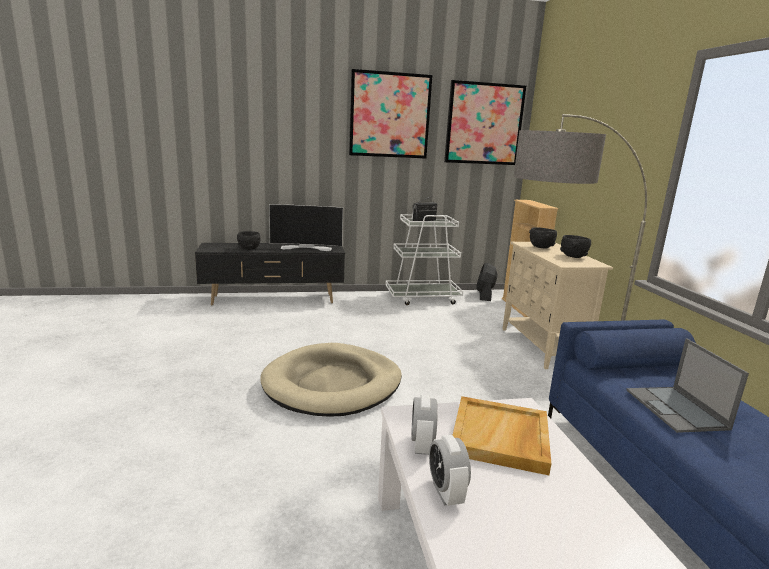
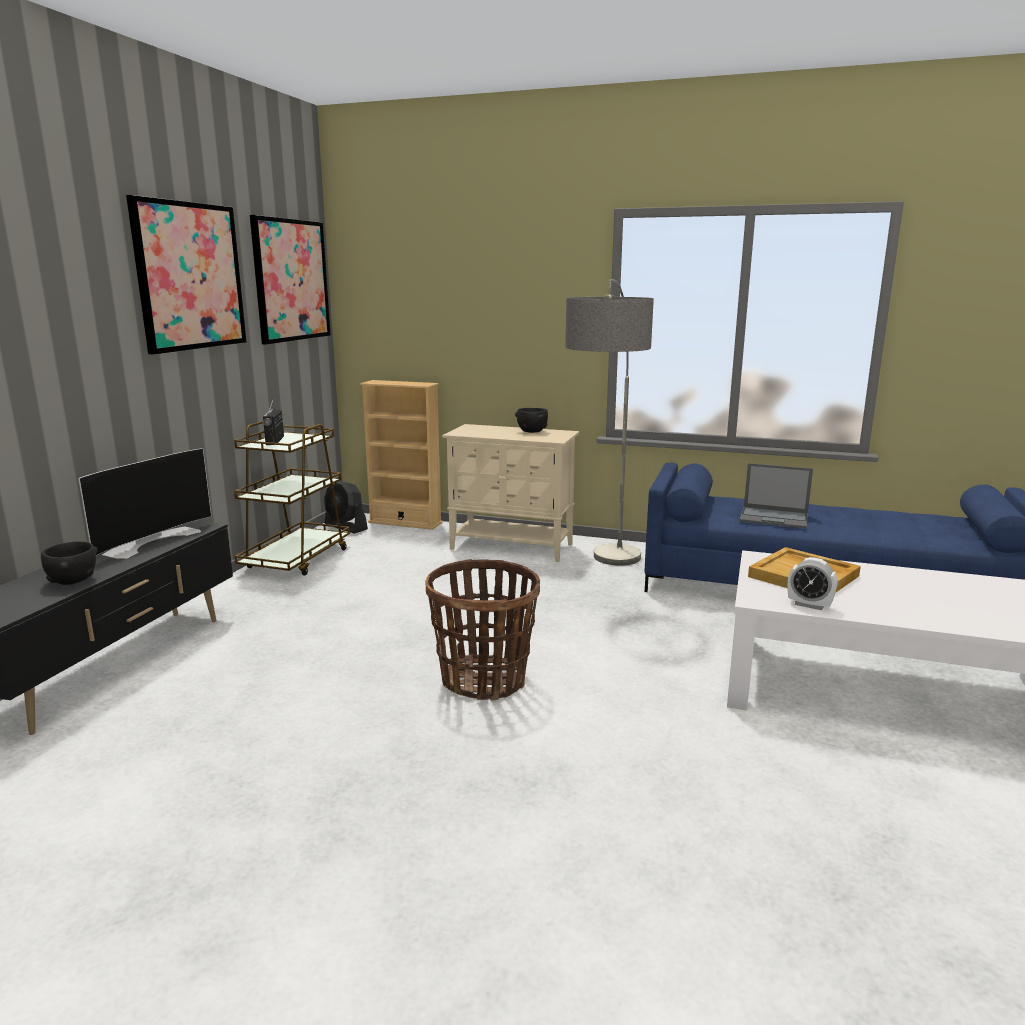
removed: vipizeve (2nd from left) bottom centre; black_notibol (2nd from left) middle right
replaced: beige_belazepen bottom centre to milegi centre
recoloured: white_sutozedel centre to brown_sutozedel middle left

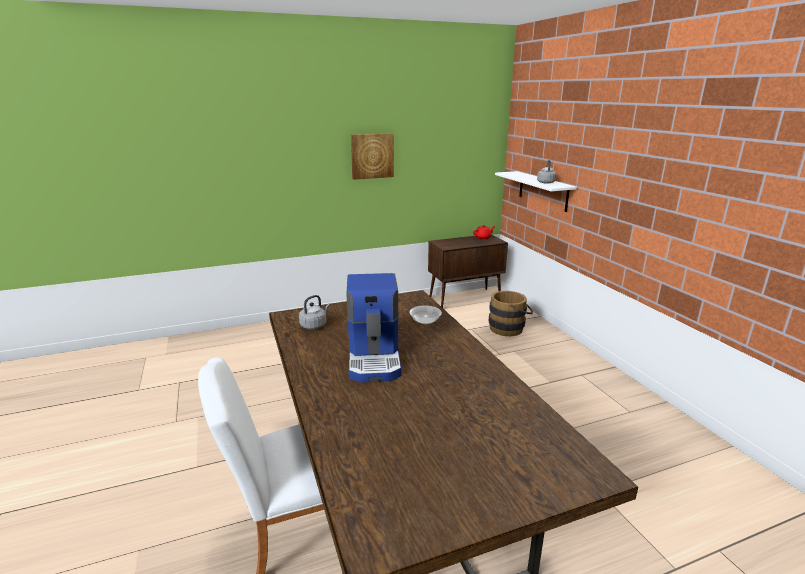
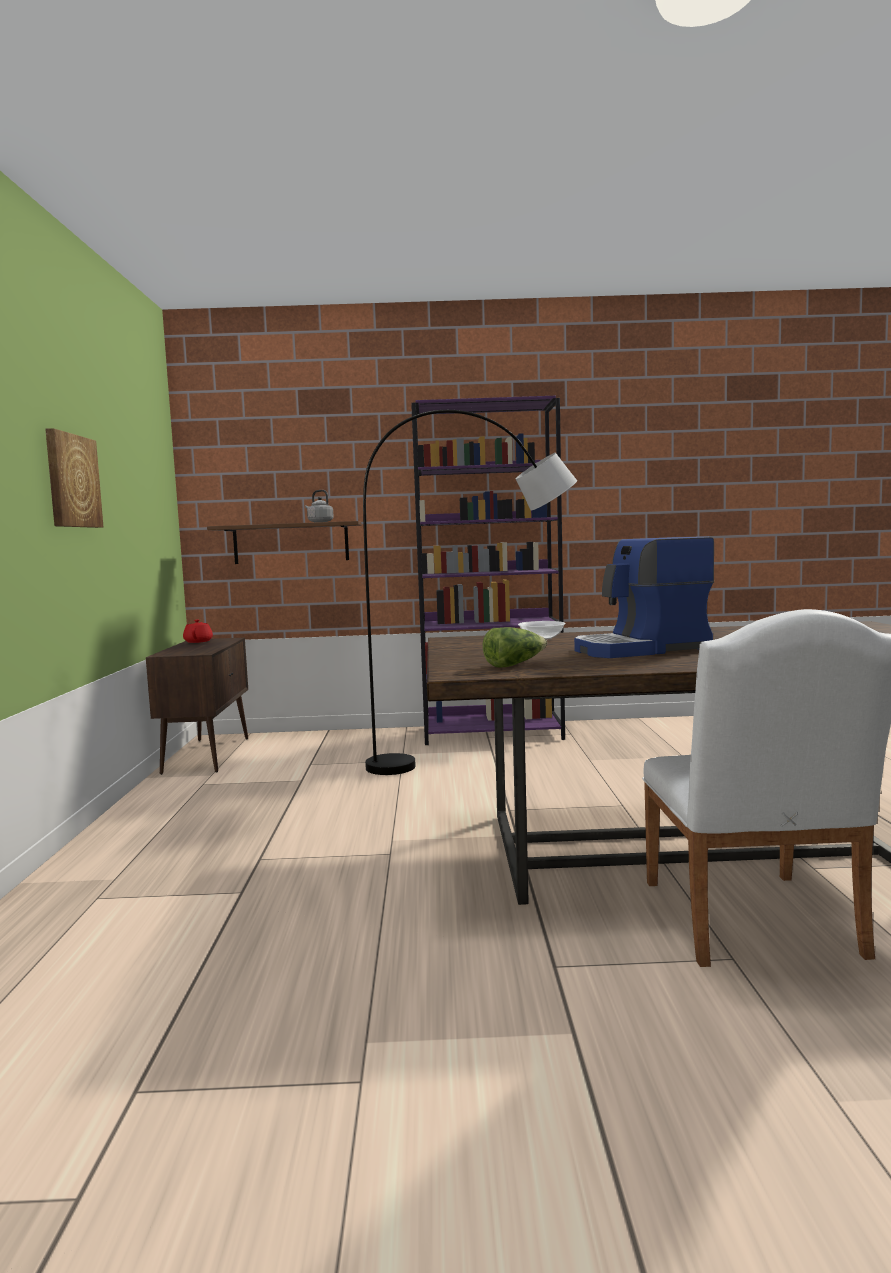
removed: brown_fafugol centre
added: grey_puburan centre; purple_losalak centre
replaced: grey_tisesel (1st from left) centre to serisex centre
recoloured: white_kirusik top centre to brown_kirusik middle left
turned: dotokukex centre = middle right 150 degrees clockwise

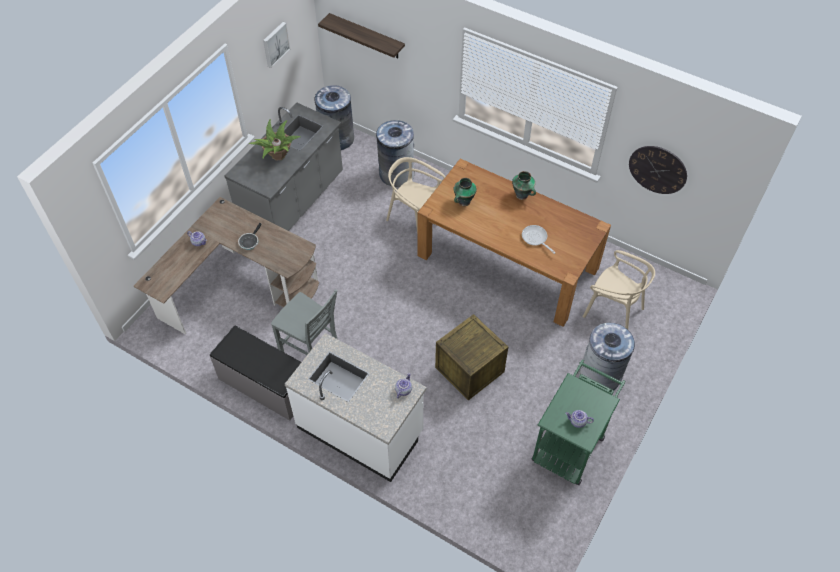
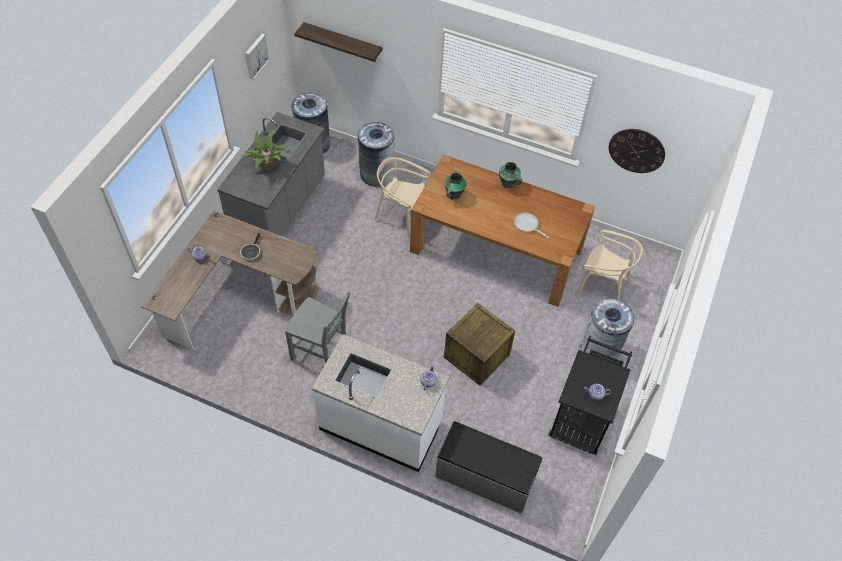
moved: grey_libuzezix middle left to bottom centre
recoloured: green_sutozedel bottom right to black_sutozedel bottom right

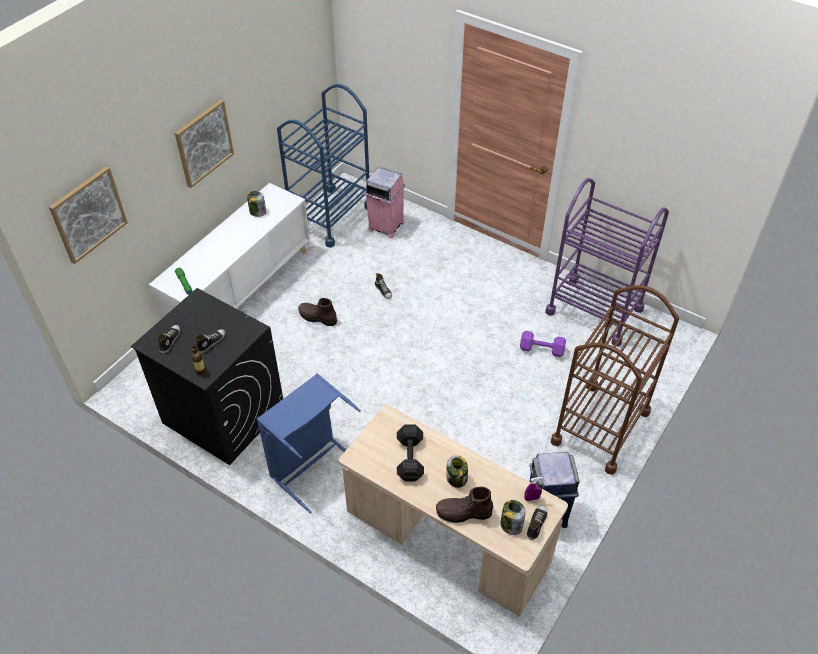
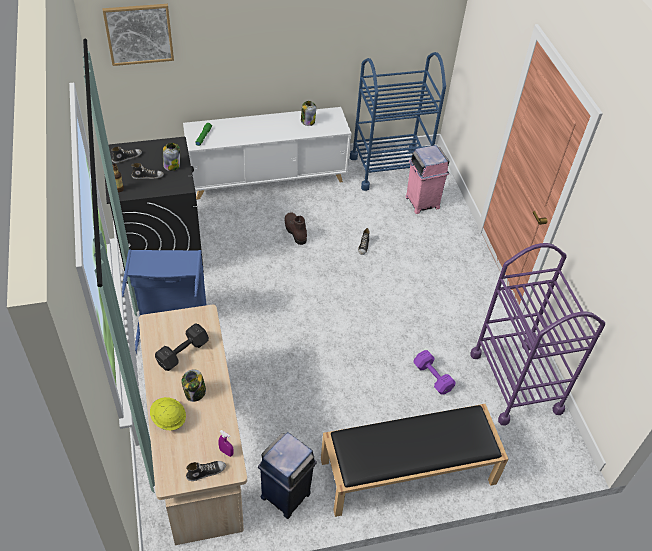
removed: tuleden (2nd from left) top left
moved: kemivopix (3rd from left in the first image) bottom centre to kemivopix (1st from left) top left
replaced: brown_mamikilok (2nd from left) bottom centre to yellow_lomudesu bottom left; brown_sutozedel middle right to black_libuzezix bottom centre

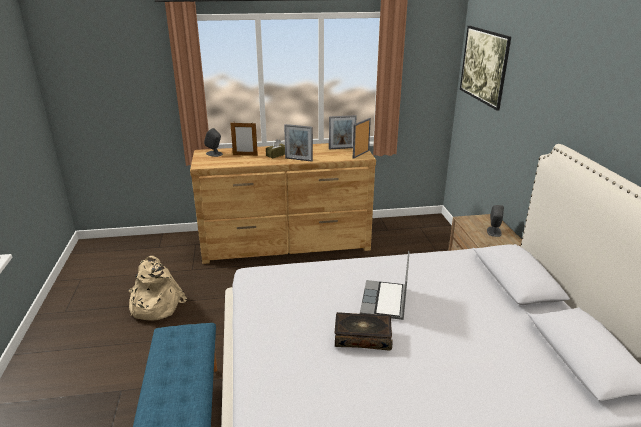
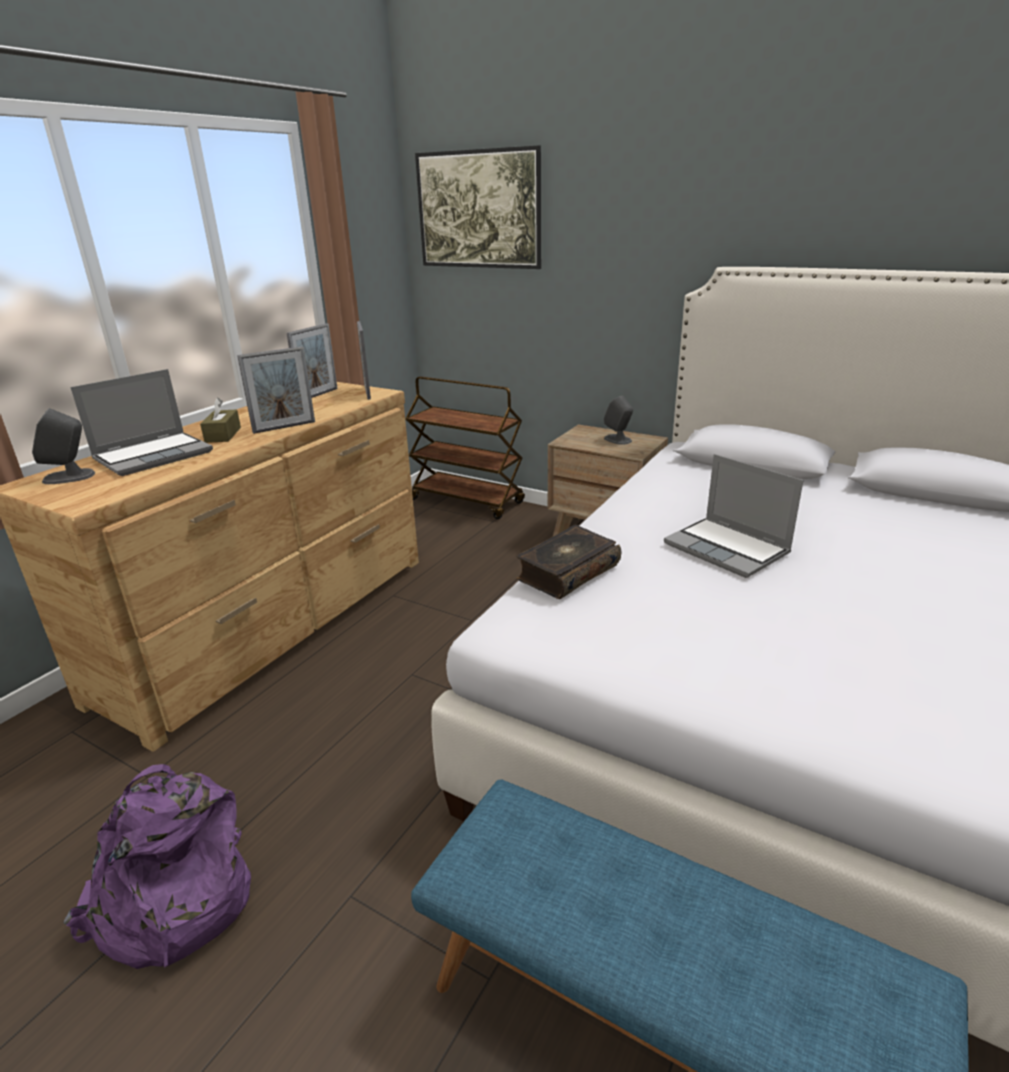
added: brown_sutozedel centre
moved: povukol bottom centre to centre
replaced: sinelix (1st from left) top centre to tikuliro (1st from left) middle left
recoloured: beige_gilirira bottom left to purple_gilirira bottom left

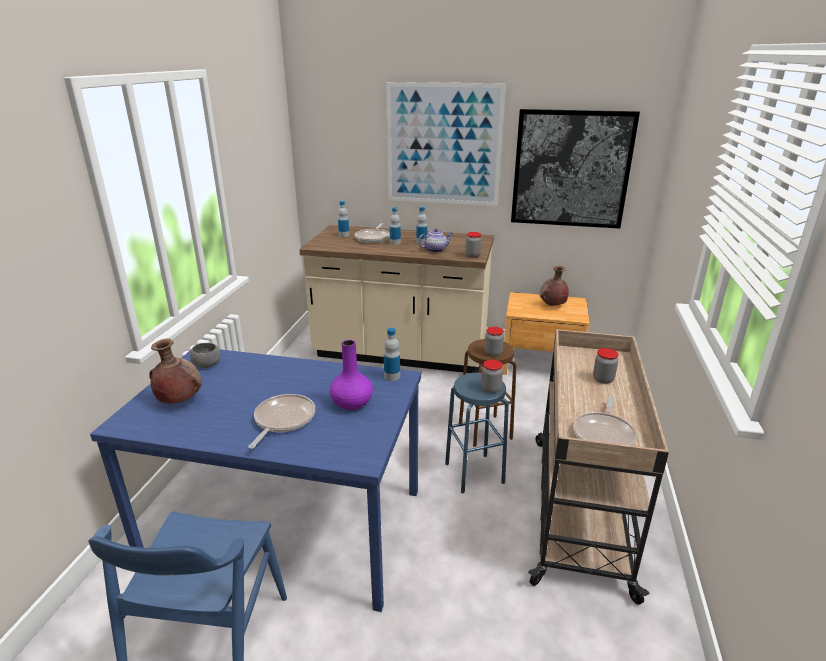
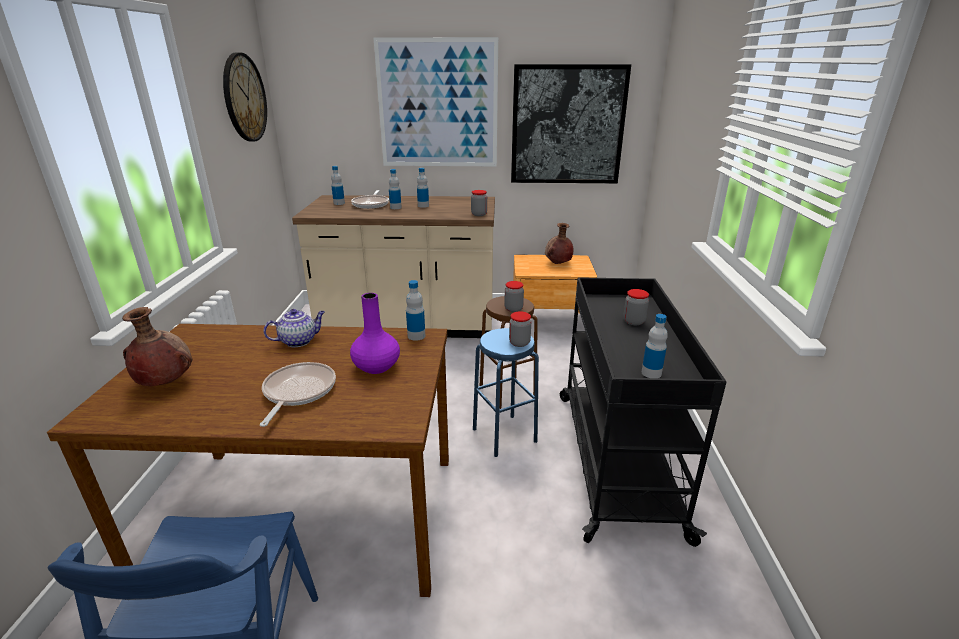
removed: grey_notibol middle left
added: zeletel top left
moved: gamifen centre to middle left
replaced: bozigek (3rd from left) middle right to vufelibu (5th from left) middle right
recoloured: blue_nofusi bottom left to brown_nofusi bottom left; beige_sutozedel bottom right to black_sutozedel middle right

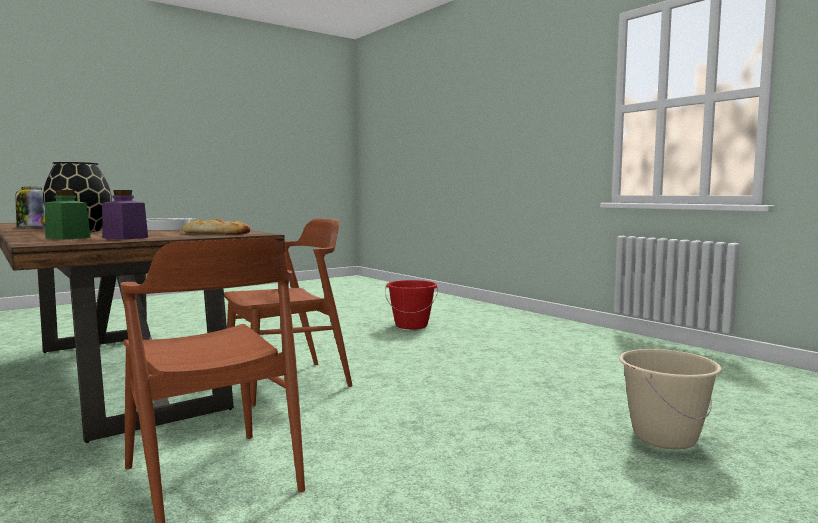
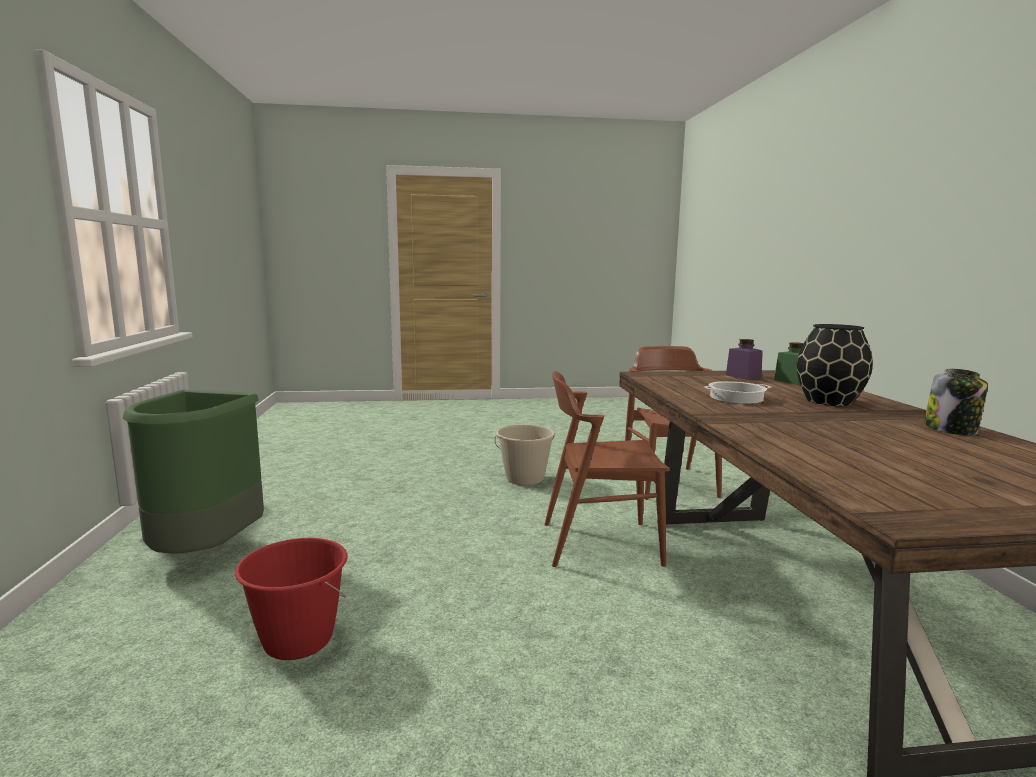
removed: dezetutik middle left
added: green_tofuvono middle left
moved: beige_fafugol bottom right to centre

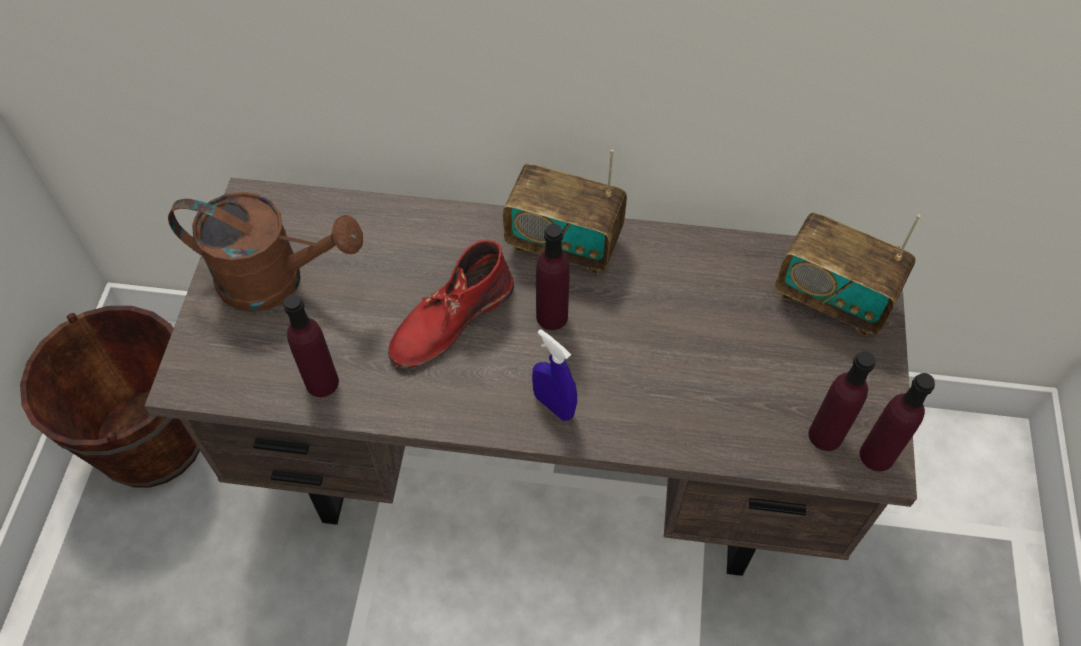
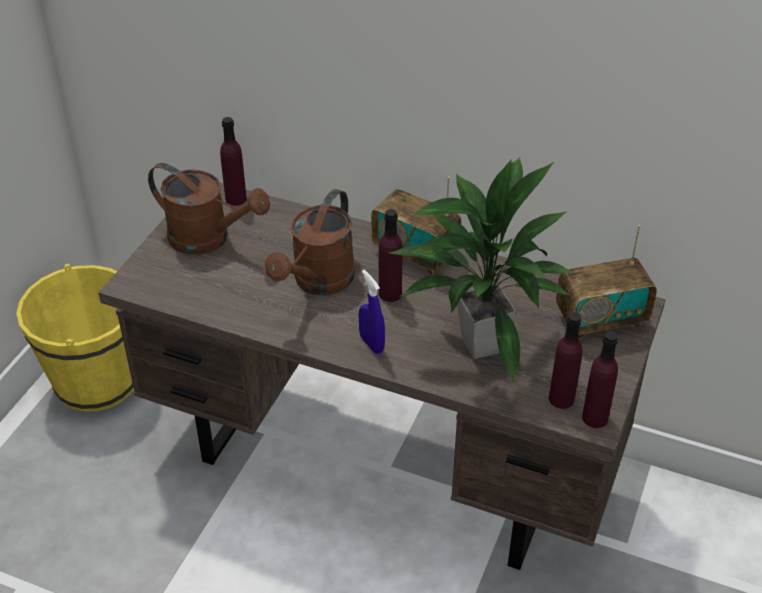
added: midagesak centre
moved: purple_vufelibu (1st from left) middle left to top left
replaced: red_mamikilok centre to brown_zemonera (2nd from left) centre
recoloured: brown_fafugol middle left to yellow_fafugol middle left
turned: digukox (2nd from left) middle right = middle right 60 degrees counterclockwise

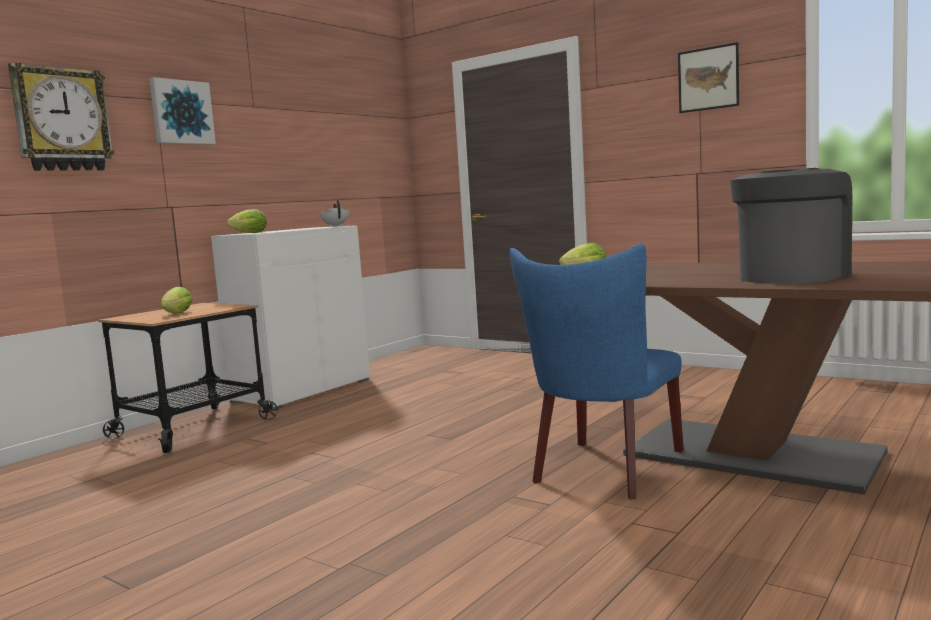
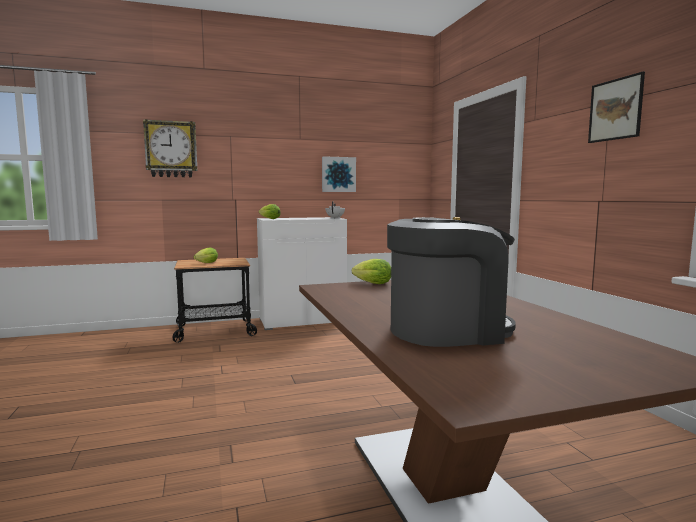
removed: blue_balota centre
moved: tuleden (1st from left) top left to centre

